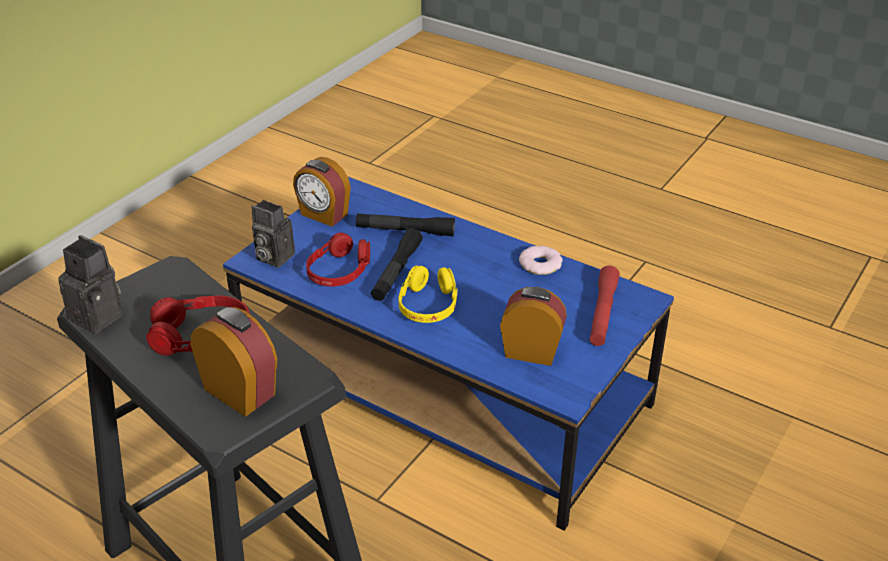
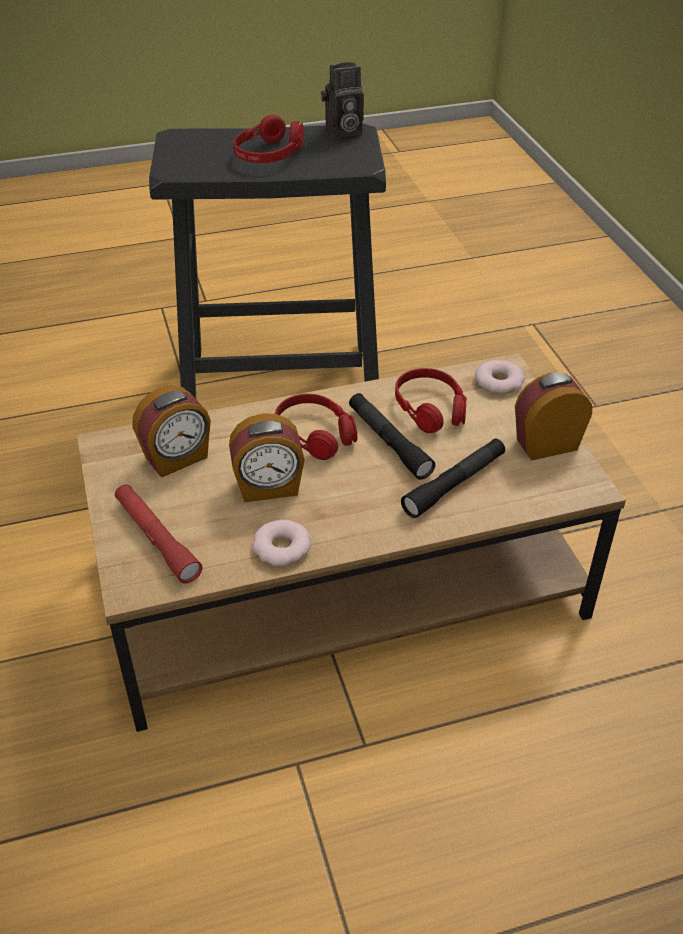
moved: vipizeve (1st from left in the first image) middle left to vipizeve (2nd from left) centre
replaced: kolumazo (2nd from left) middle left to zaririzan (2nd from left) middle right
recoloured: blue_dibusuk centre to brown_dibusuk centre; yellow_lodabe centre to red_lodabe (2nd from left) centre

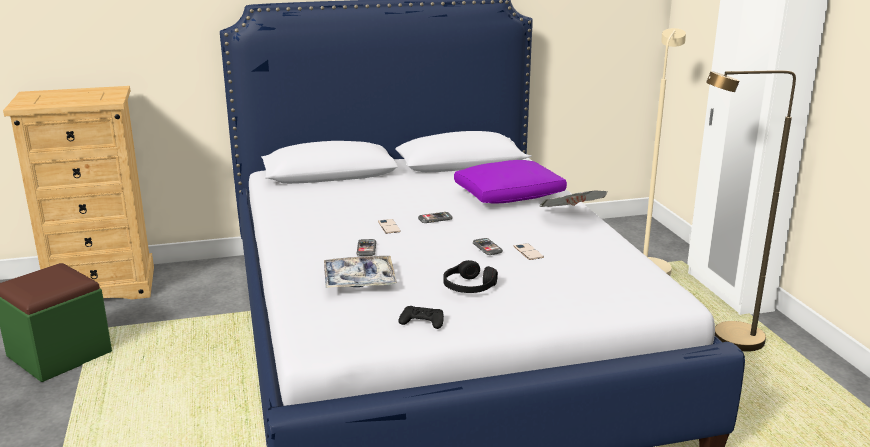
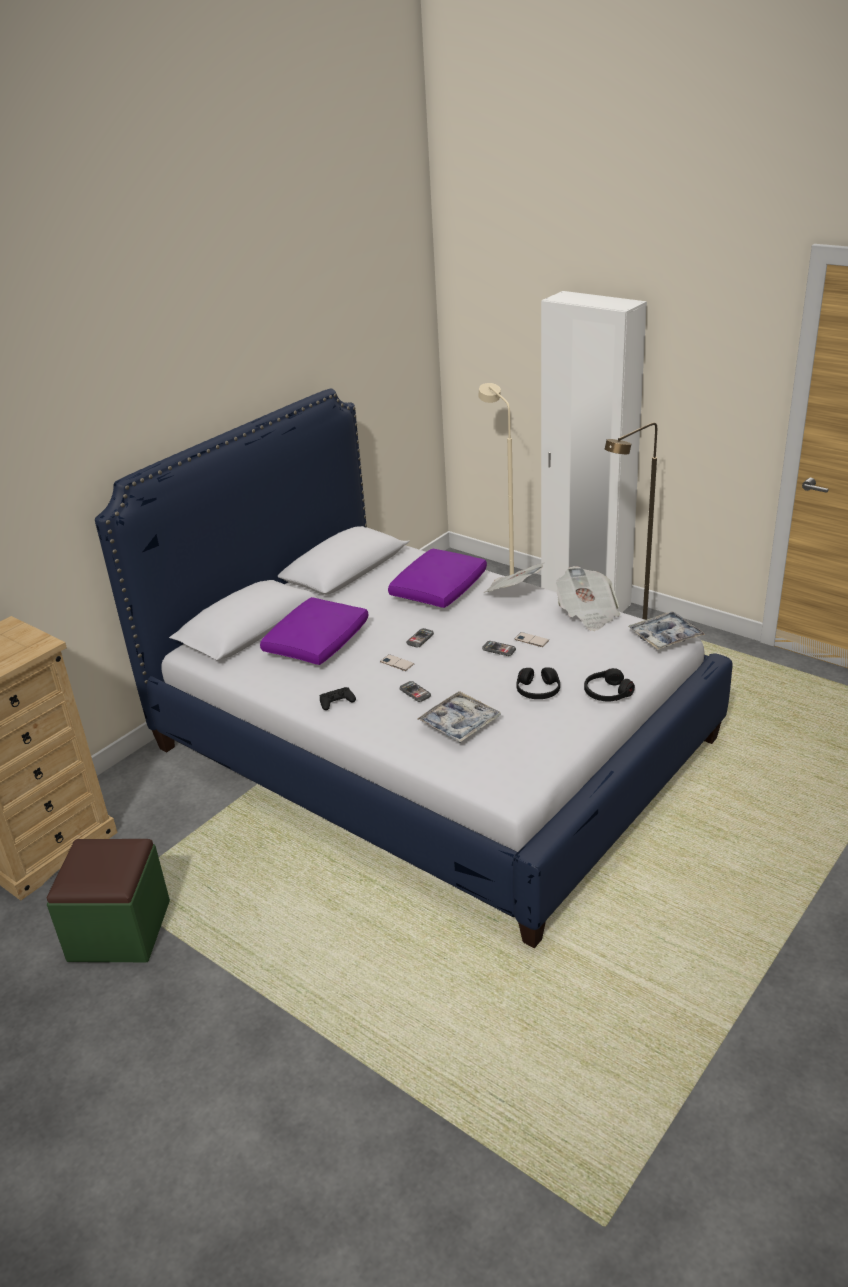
added: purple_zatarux (1st from left) centre; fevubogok (2nd from left) middle right; black_lodabe (2nd from left) middle right; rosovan (2nd from left) middle right
moved: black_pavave bottom centre to centre

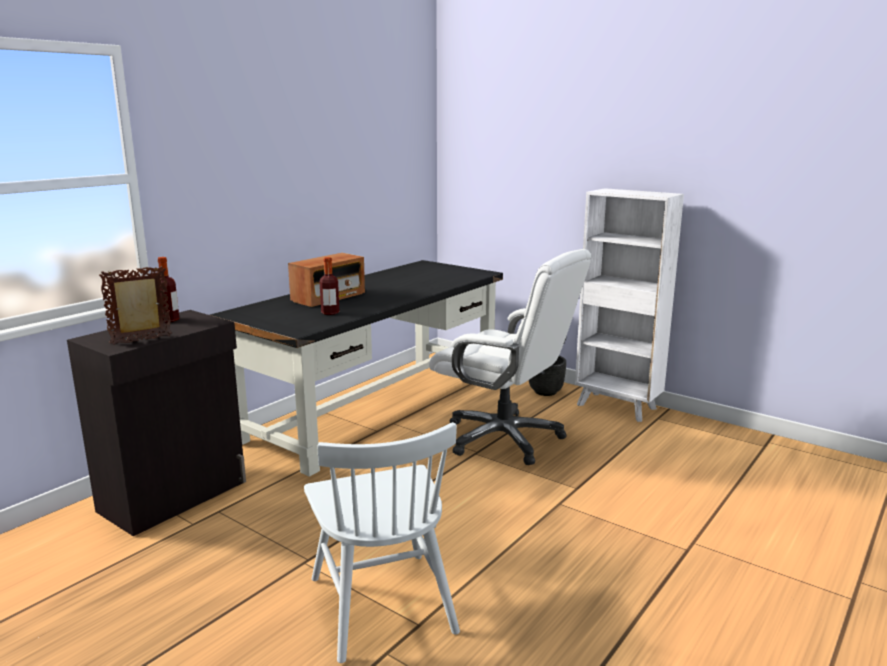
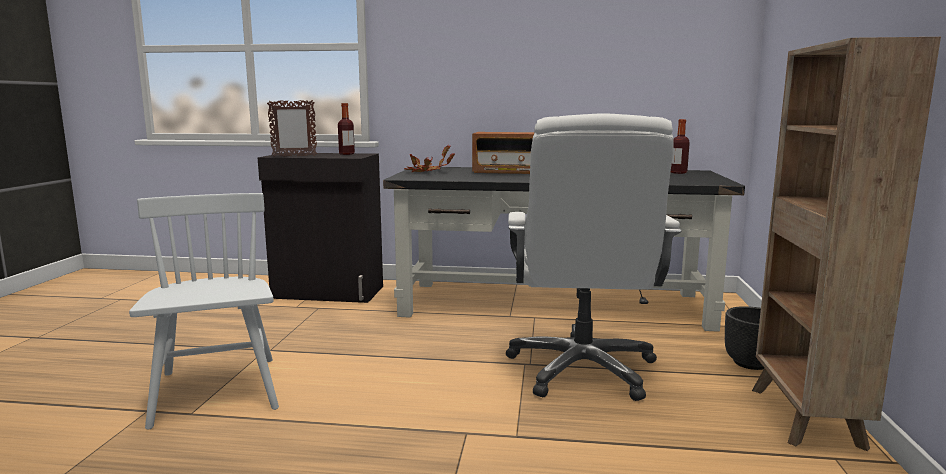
added: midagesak centre
moved: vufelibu (2nd from left) centre to top right
recoloured: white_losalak middle right to brown_losalak middle right
turned: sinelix middle left = top left 135 degrees clockwise; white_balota bottom centre = middle left 120 degrees clockwise

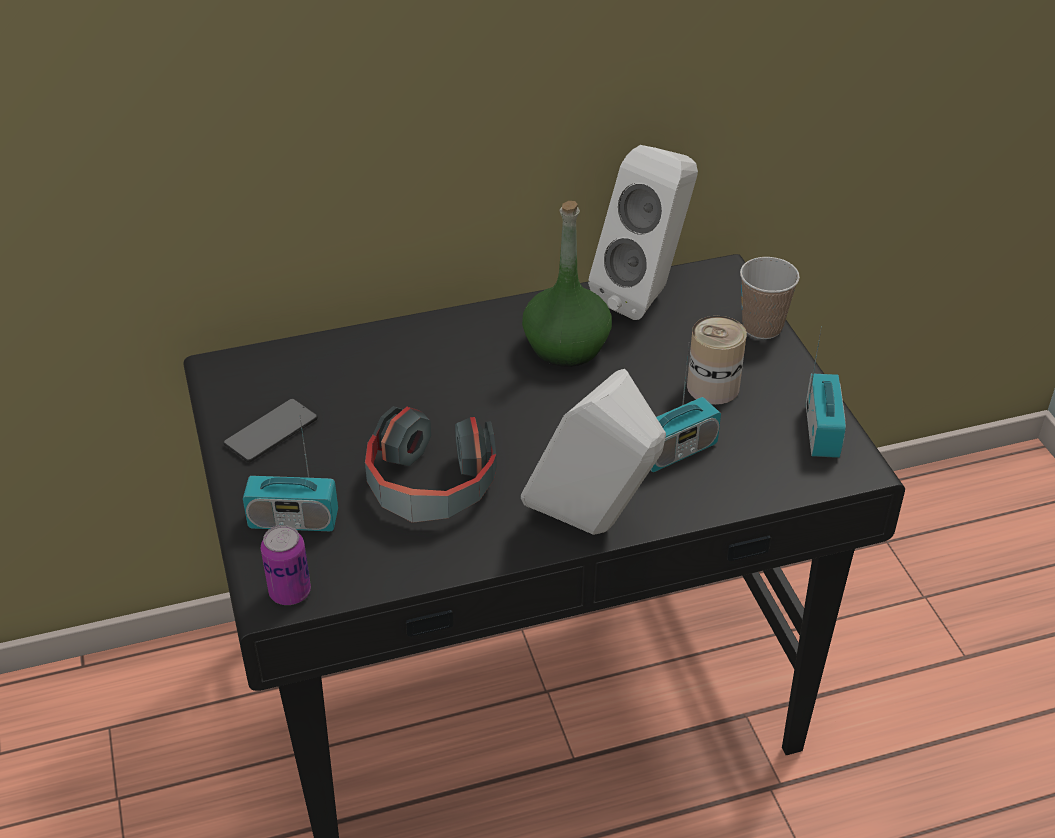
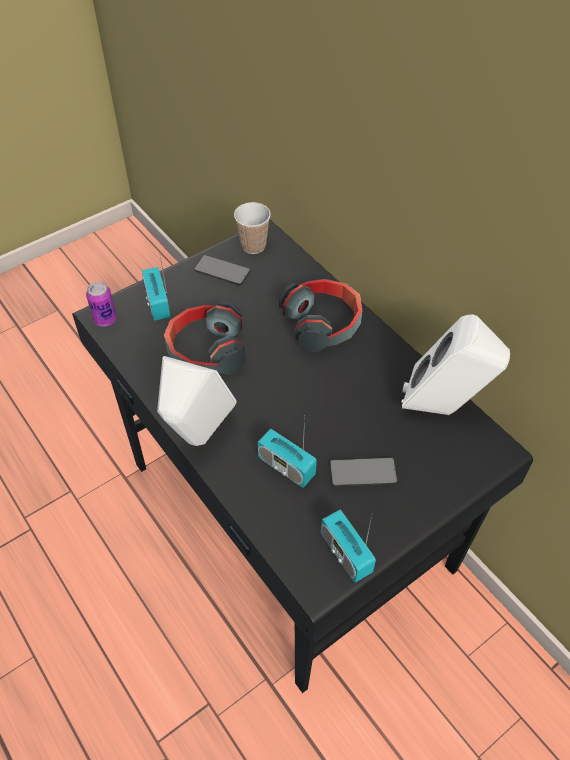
removed: green_vufelibu centre
added: lodabe (2nd from left) centre
moved: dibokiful middle right to top centre
replaced: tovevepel (2nd from left) middle right to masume (2nd from left) centre
turned: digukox (3rd from left) middle right = bottom centre 75 degrees clockwise

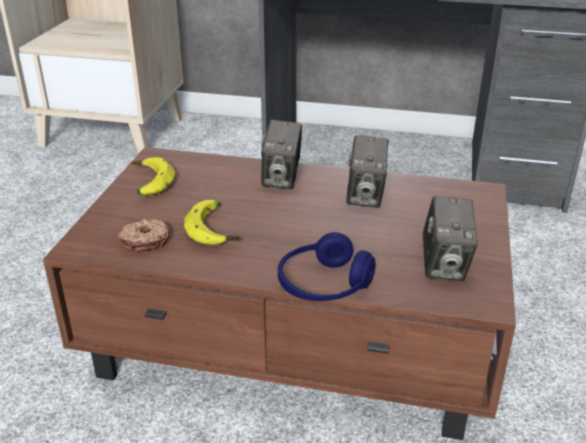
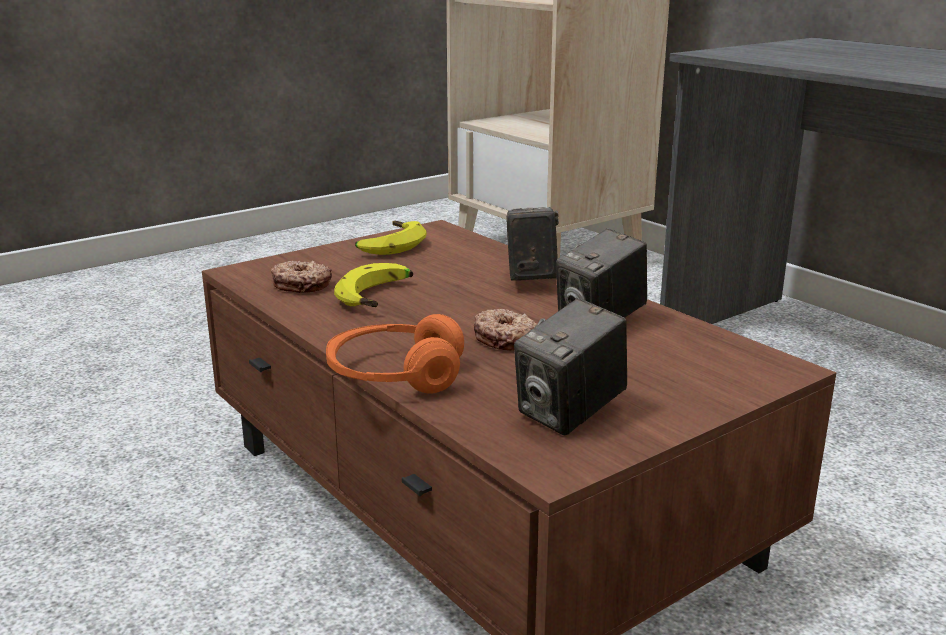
added: zaririzan (2nd from left) centre
recoloured: blue_lodabe centre to orange_lodabe centre
turned: kolumazo (1st from left) centre = centre 135 degrees clockwise

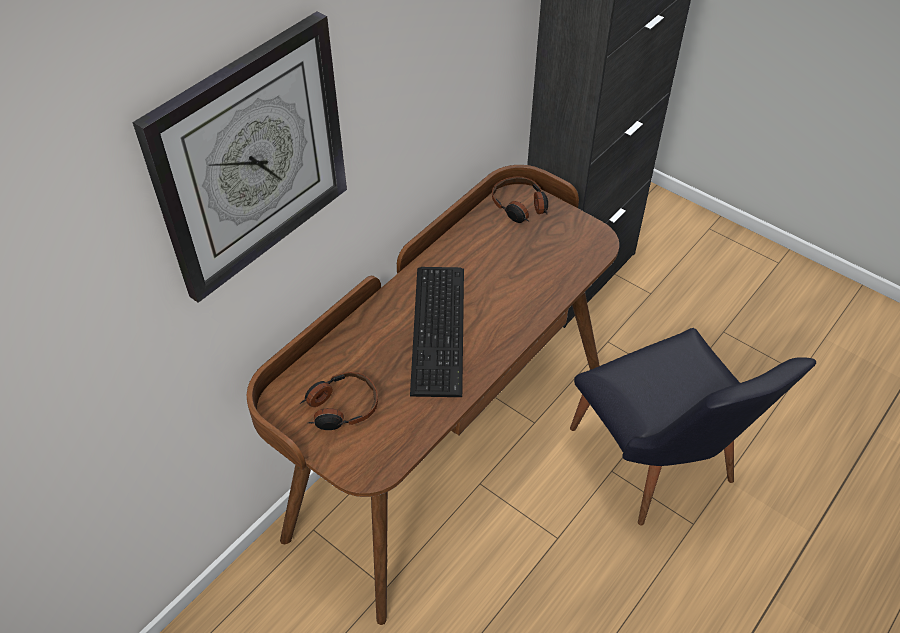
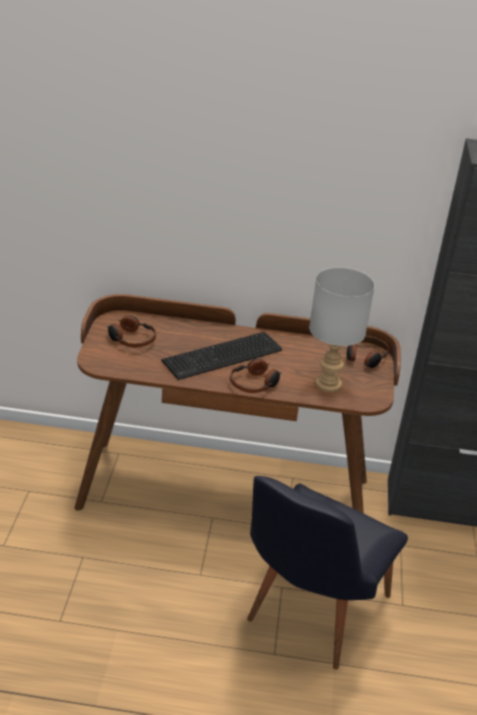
removed: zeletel top left
added: lodabe (2nd from left) centre; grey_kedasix middle right

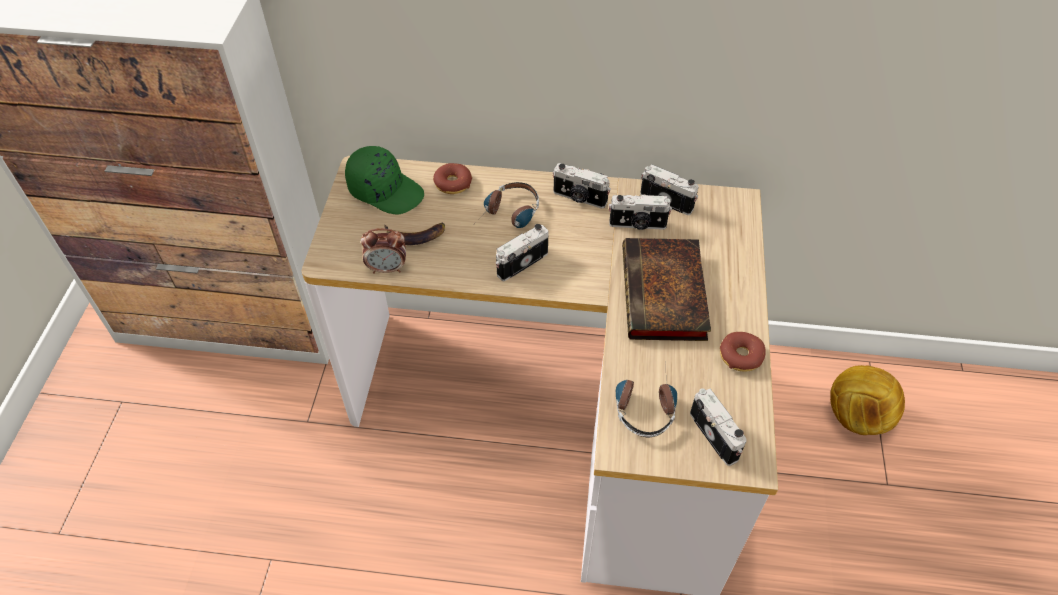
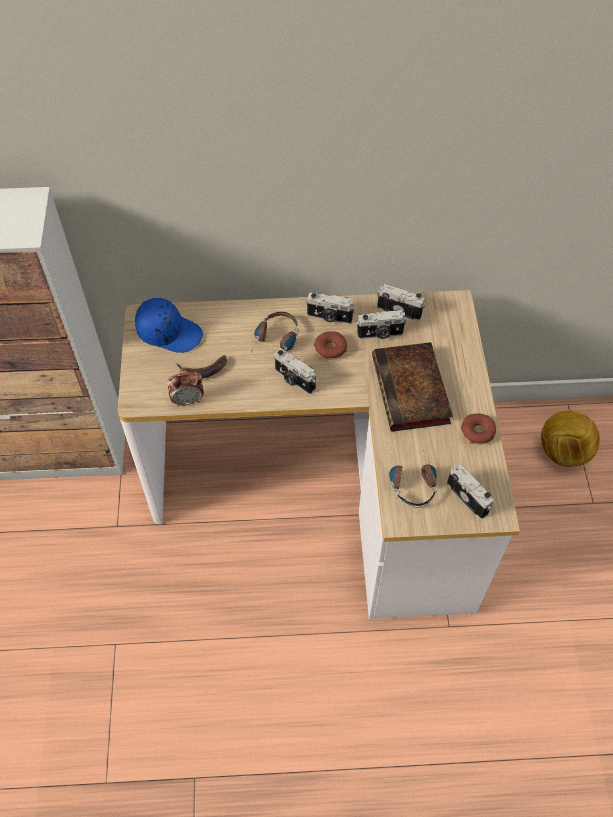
moved: zaririzan (1st from left) top centre to centre
recoloured: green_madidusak top centre to blue_madidusak middle left
turned: kolumazo (1st from left) centre = centre 90 degrees counterclockwise

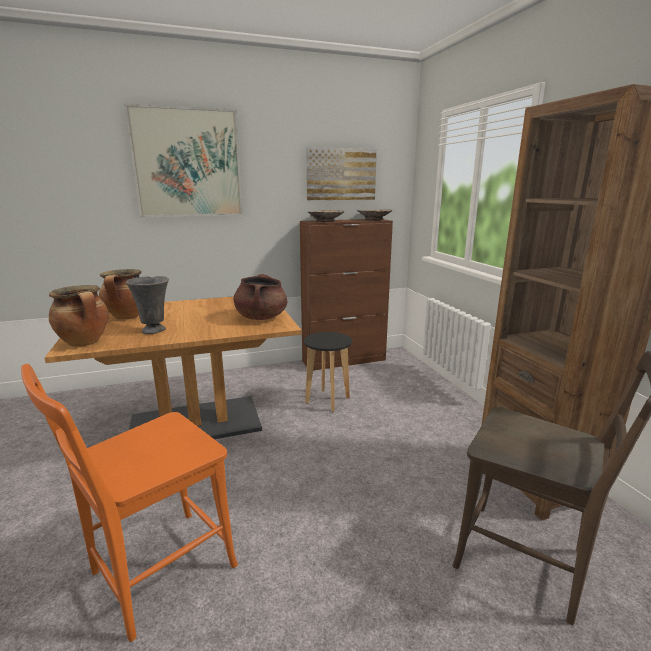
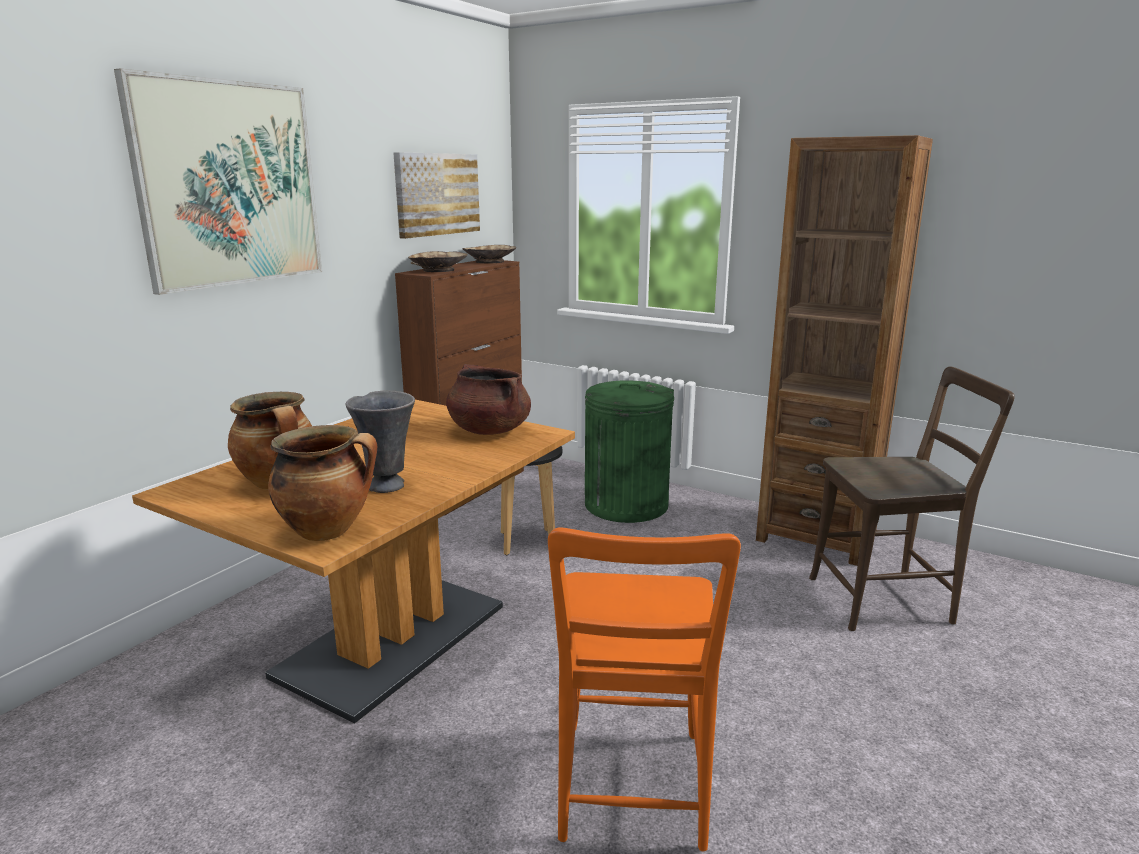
added: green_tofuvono centre

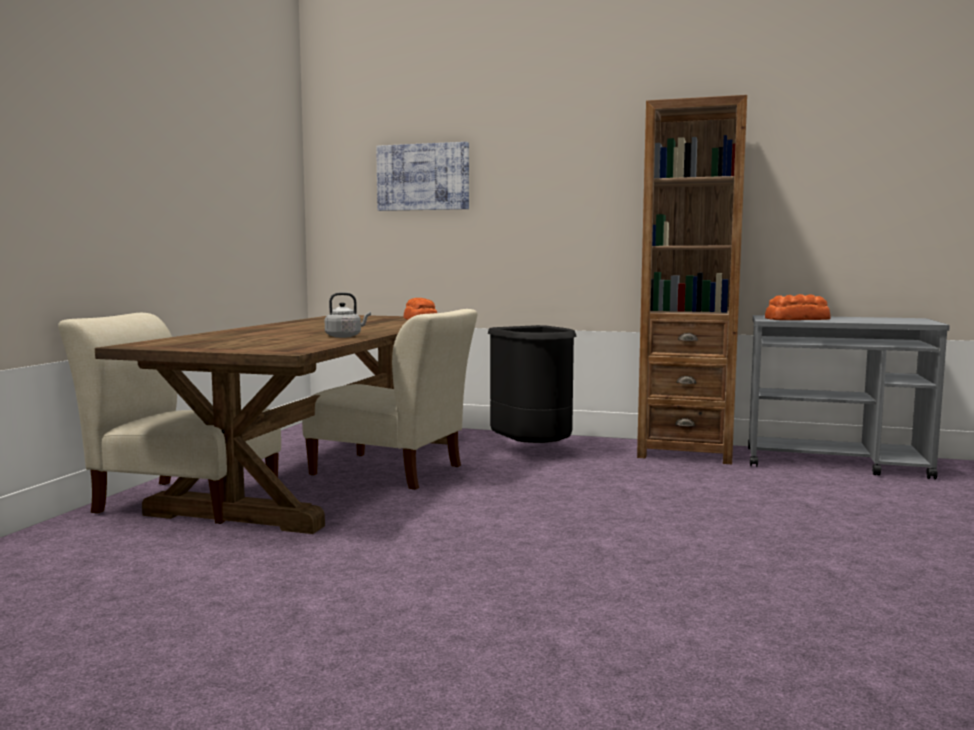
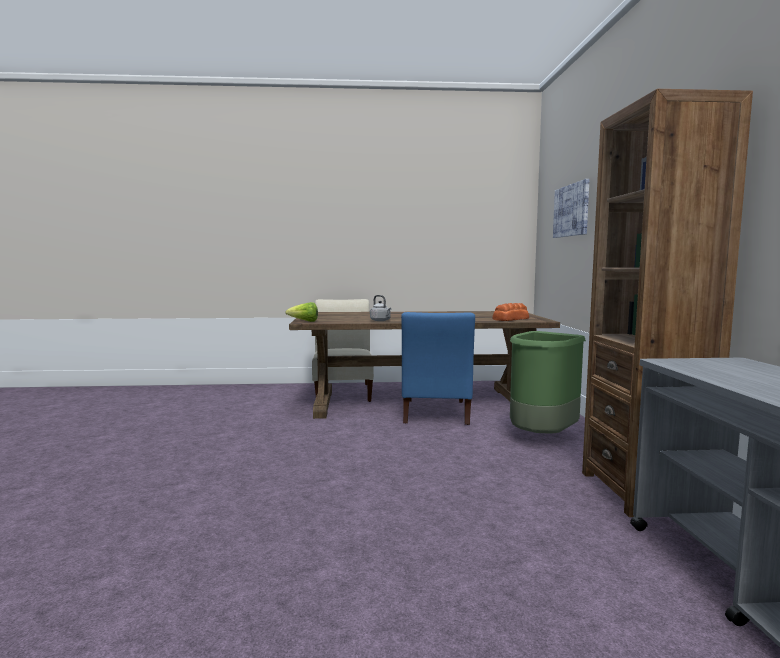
removed: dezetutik (2nd from left) middle right
added: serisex centre
recoloured: beige_balota (2nd from left) centre to blue_balota centre; black_tofuvono centre to green_tofuvono middle right

